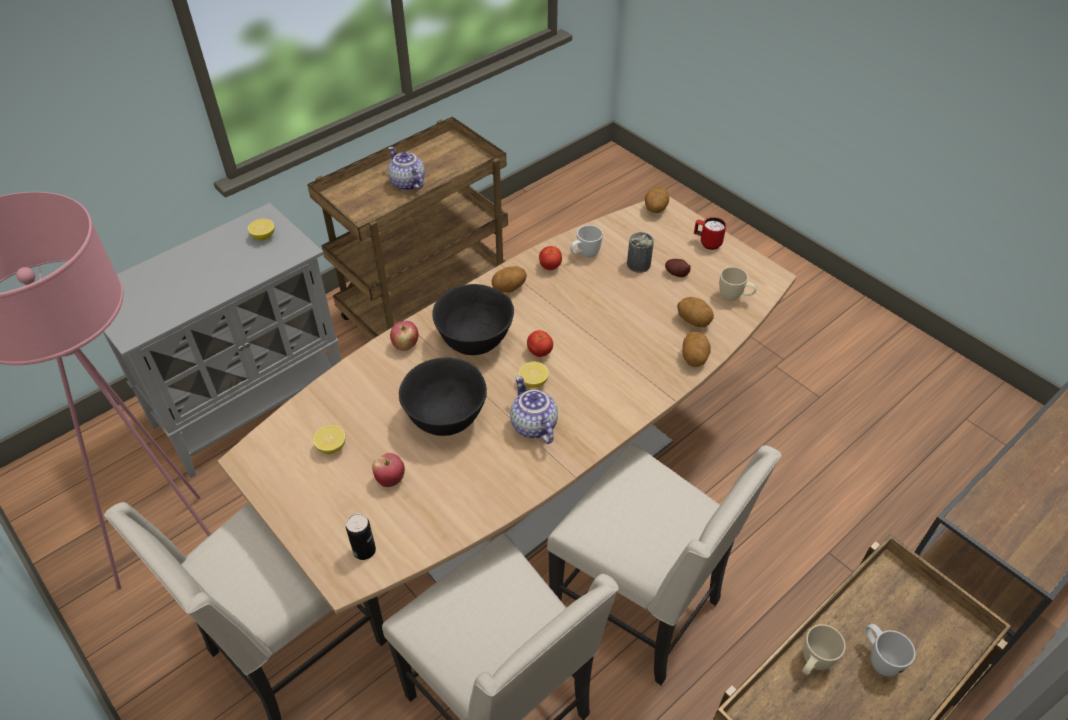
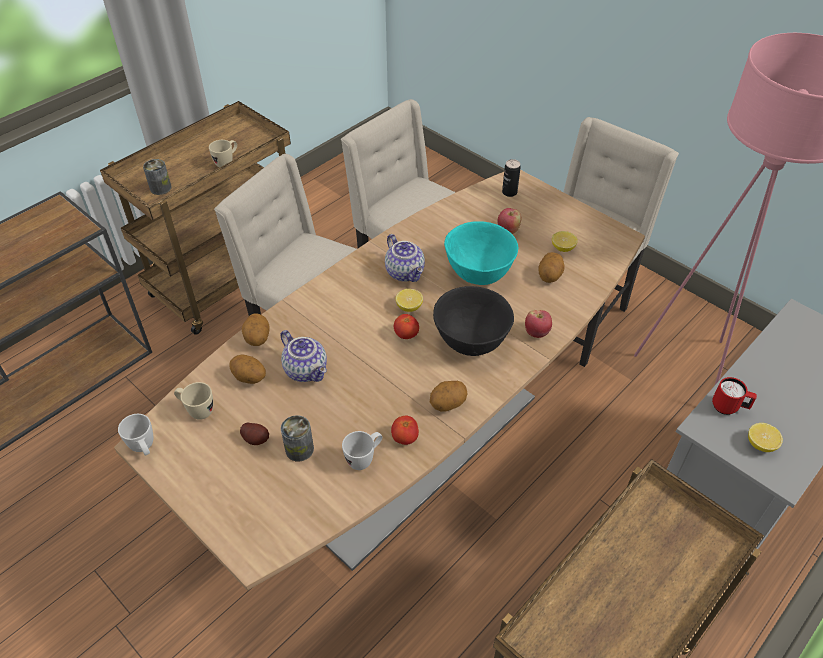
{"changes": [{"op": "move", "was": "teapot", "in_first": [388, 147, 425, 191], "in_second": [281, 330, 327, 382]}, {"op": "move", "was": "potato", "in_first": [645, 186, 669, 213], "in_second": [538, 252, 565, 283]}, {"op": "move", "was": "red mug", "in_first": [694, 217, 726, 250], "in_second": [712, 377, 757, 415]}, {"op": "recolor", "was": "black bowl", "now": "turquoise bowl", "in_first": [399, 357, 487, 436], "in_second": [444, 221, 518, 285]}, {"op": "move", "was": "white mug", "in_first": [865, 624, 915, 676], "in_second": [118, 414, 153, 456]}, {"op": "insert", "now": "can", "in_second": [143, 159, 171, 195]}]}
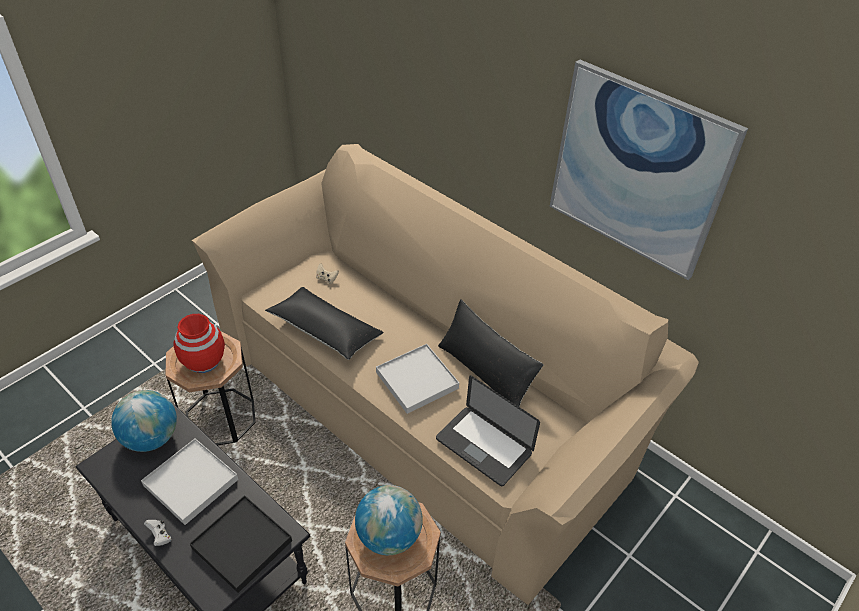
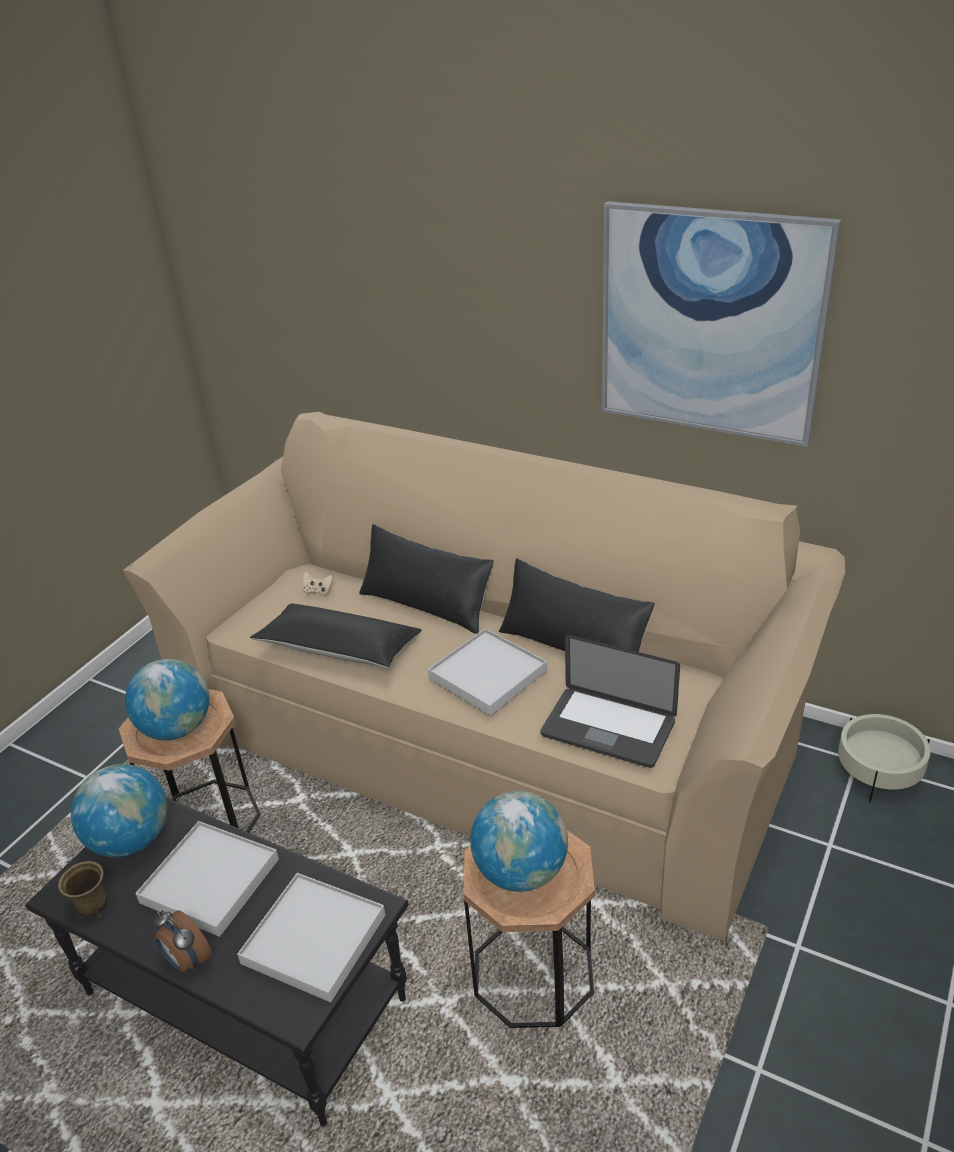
{"changes": [{"op": "replace", "was": "red vase", "now": "globe", "in_first": [174, 314, 225, 373], "in_second": [125, 659, 209, 740]}, {"op": "recolor", "was": "black tray", "now": "white tray", "in_first": [190, 495, 292, 593], "in_second": [237, 873, 386, 1002]}, {"op": "replace", "was": "white game controller", "now": "alarm clock", "in_first": [144, 520, 171, 546], "in_second": [153, 910, 212, 972]}, {"op": "insert", "now": "black pillow", "in_second": [359, 524, 494, 634]}, {"op": "insert", "now": "beige planter", "in_second": [838, 714, 931, 802]}, {"op": "insert", "now": "brown mug", "in_second": [58, 861, 111, 919]}]}
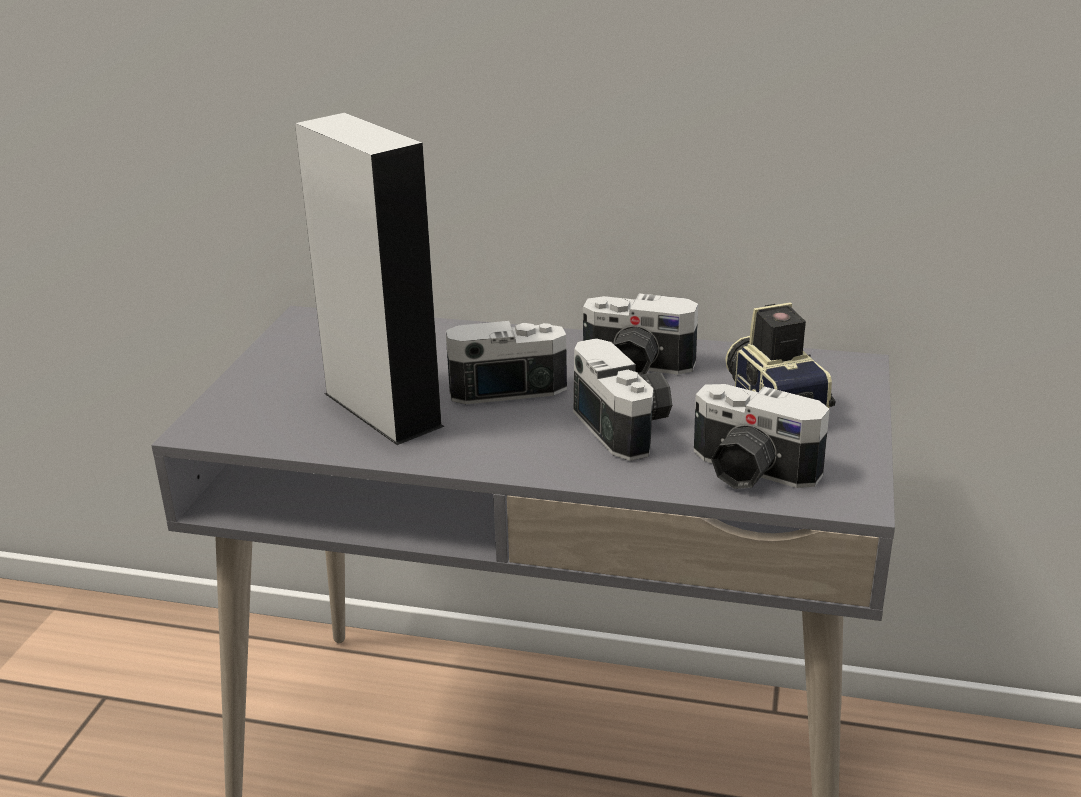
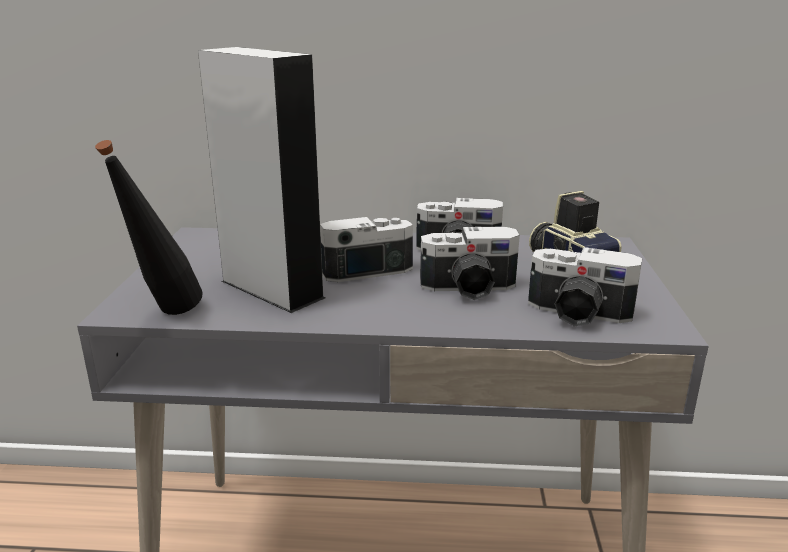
{"changes": [{"op": "rotate", "was": "photo camera", "in_first": [573, 338, 672, 461], "in_second": [420, 227, 520, 300], "clockwise": 120}, {"op": "insert", "now": "black bottle", "in_second": [95, 140, 203, 315]}]}
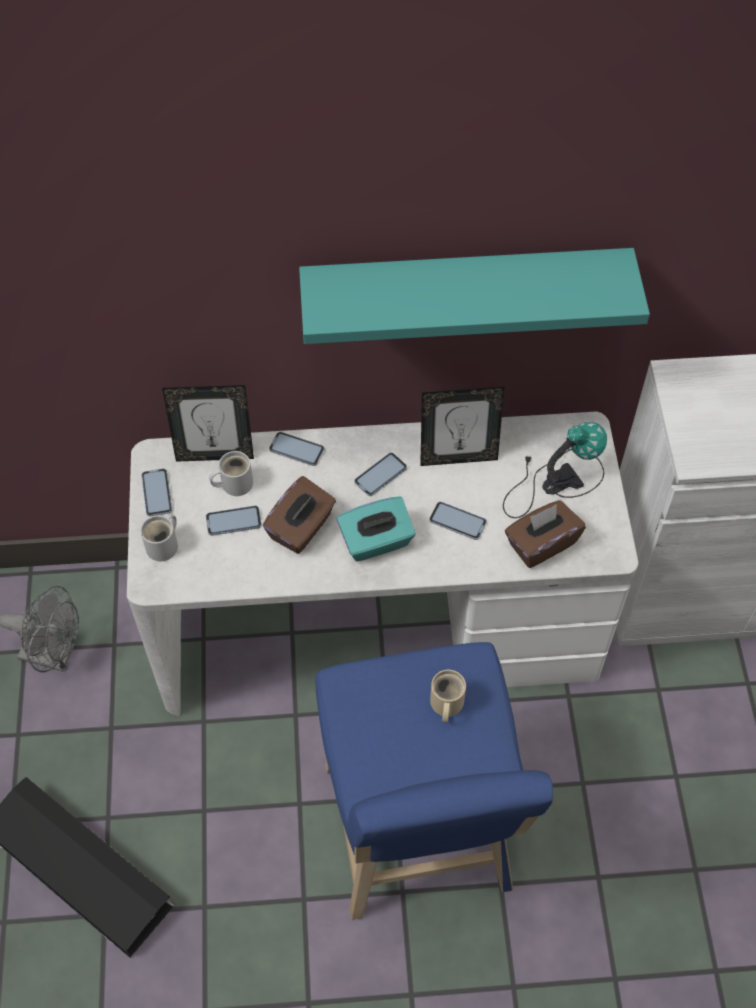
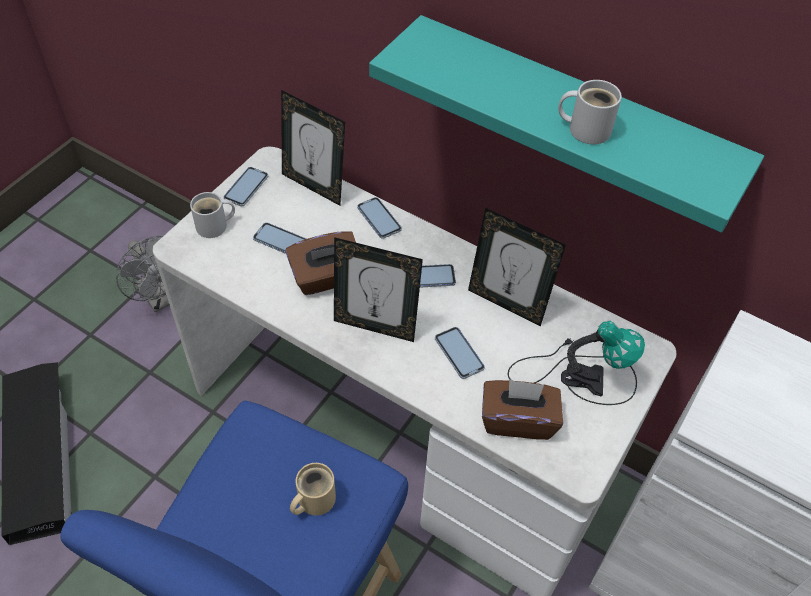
{"changes": [{"op": "move", "was": "white mug", "in_first": [209, 451, 253, 496], "in_second": [558, 80, 622, 144]}, {"op": "replace", "was": "turquoise tissue box", "now": "picture frame", "in_first": [337, 496, 415, 562], "in_second": [334, 237, 423, 342]}]}
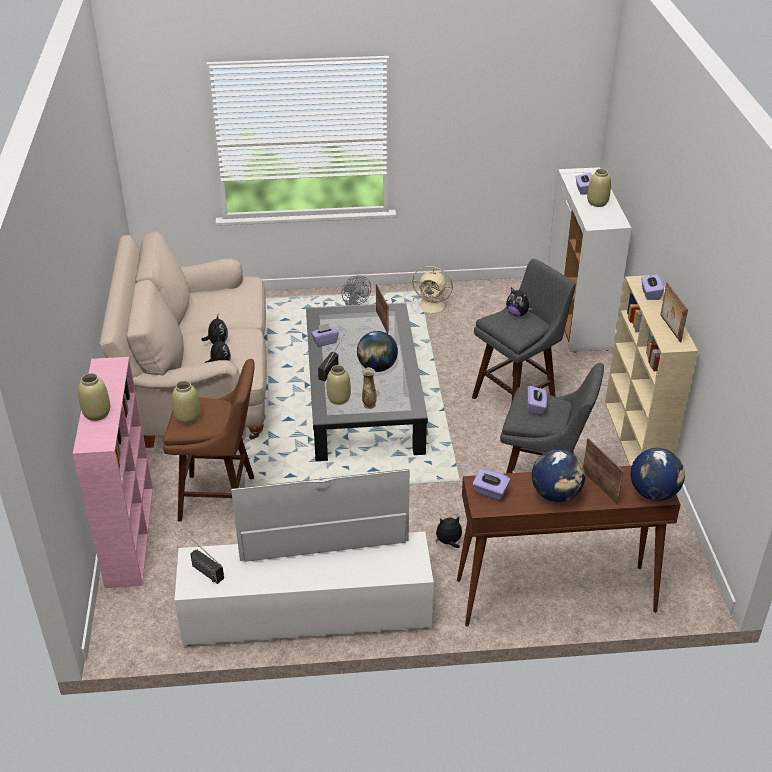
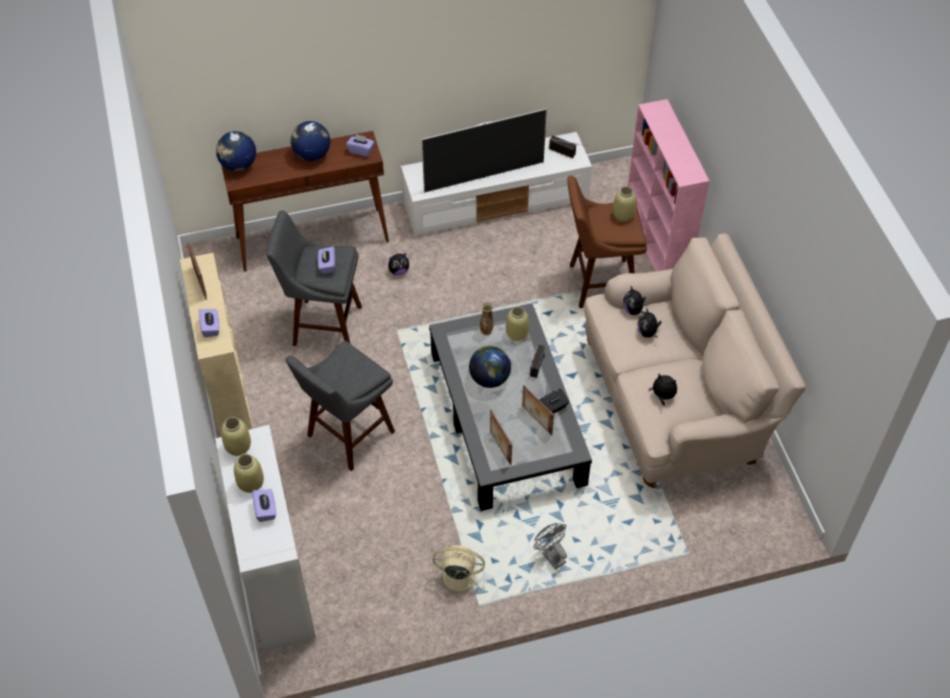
{"changes": [{"op": "move", "was": "plush toy", "in_first": [506, 287, 533, 316], "in_second": [649, 374, 677, 405]}, {"op": "recolor", "was": "purple tissue box", "now": "black tissue box", "in_first": [311, 323, 339, 347], "in_second": [540, 389, 569, 414]}, {"op": "move", "was": "beige vase", "in_first": [78, 373, 110, 421], "in_second": [221, 417, 251, 456]}, {"op": "move", "was": "picture frame", "in_first": [583, 438, 624, 505], "in_second": [522, 385, 554, 435]}]}
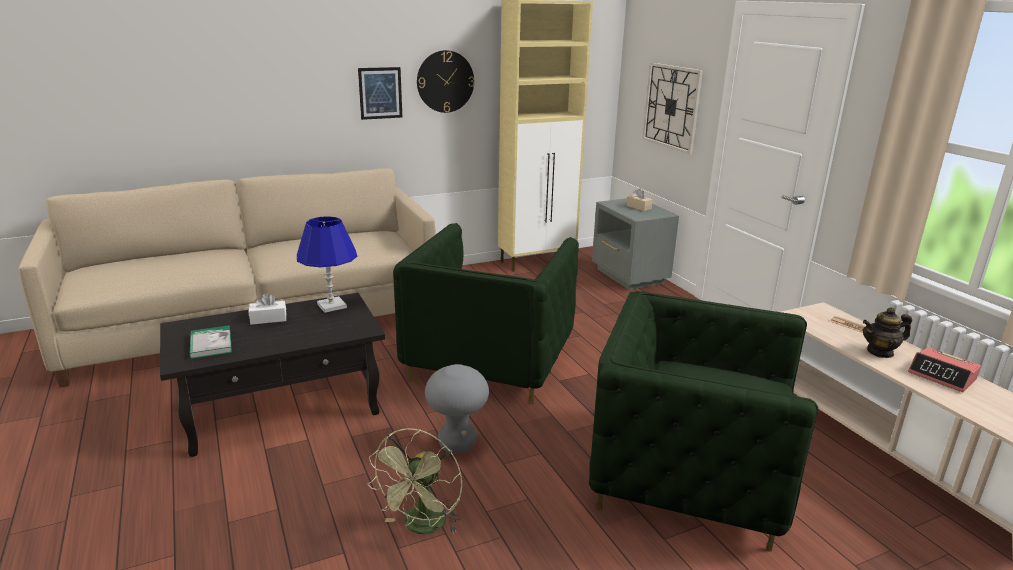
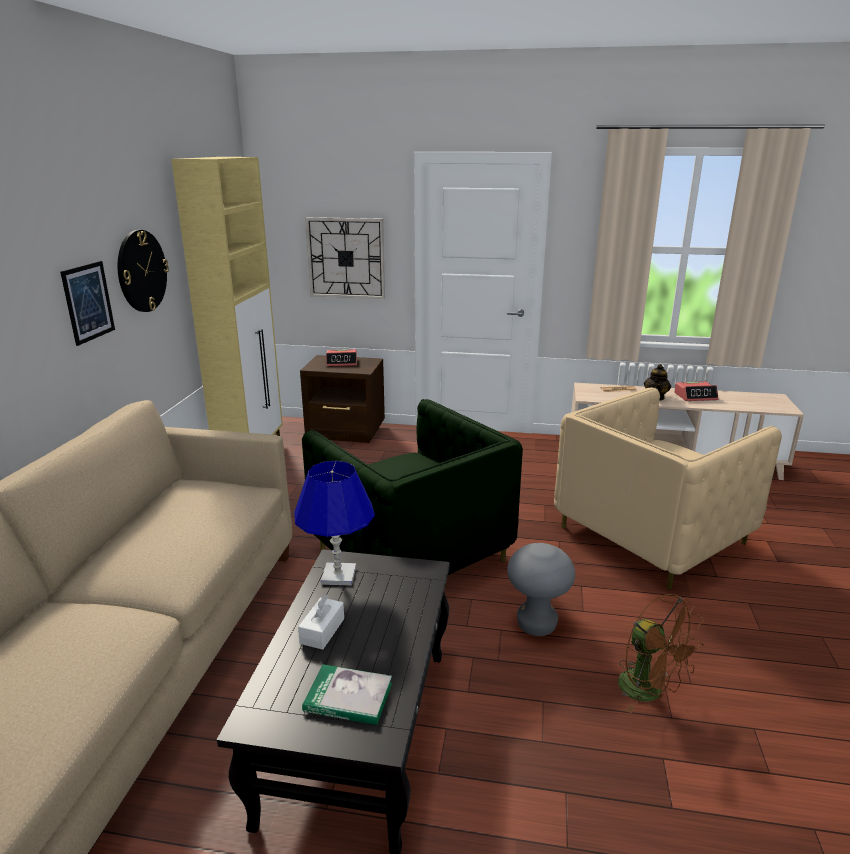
{"changes": [{"op": "replace", "was": "beige tissue box", "now": "alarm clock", "in_first": [626, 188, 653, 211], "in_second": [326, 349, 357, 366]}, {"op": "recolor", "was": "grey nightstand", "now": "brown nightstand", "in_first": [592, 198, 679, 290], "in_second": [300, 355, 385, 443]}, {"op": "recolor", "was": "green armchair", "now": "beige armchair", "in_first": [589, 291, 818, 552], "in_second": [554, 388, 782, 590]}, {"op": "recolor", "was": "green fan", "now": "brown fan", "in_first": [368, 428, 462, 534], "in_second": [618, 594, 704, 714]}]}
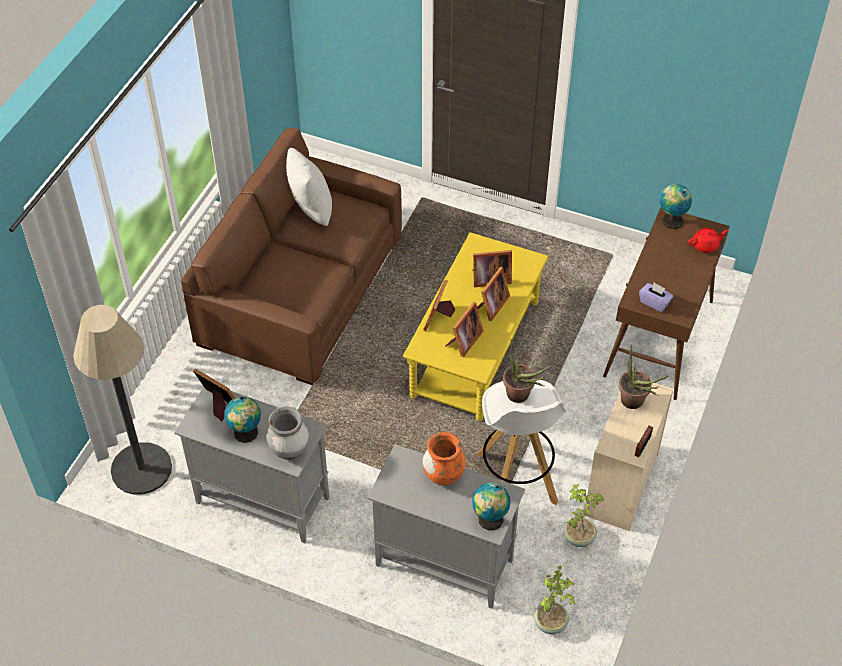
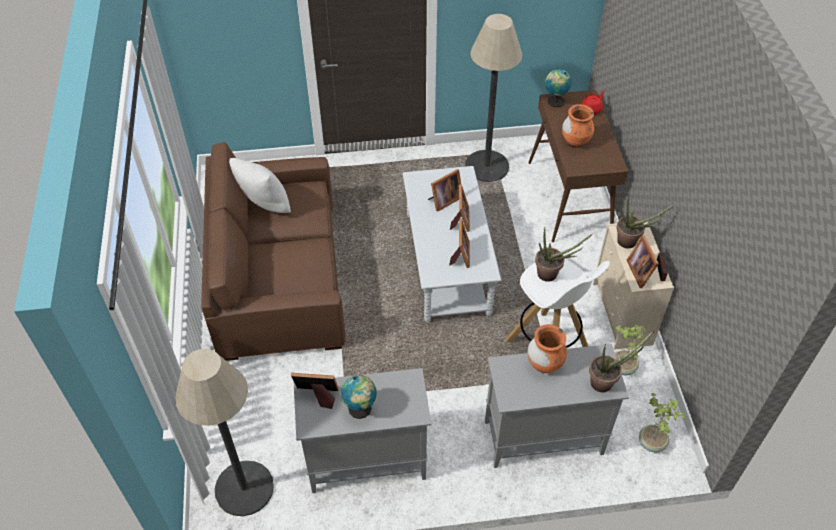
{"changes": [{"op": "recolor", "was": "yellow coffee table", "now": "grey coffee table", "in_first": [403, 232, 548, 421], "in_second": [403, 166, 501, 322]}, {"op": "move", "was": "picture frame", "in_first": [423, 280, 455, 331], "in_second": [627, 236, 659, 288]}, {"op": "delete", "was": "purple tissue box", "in_first": [639, 283, 673, 312]}, {"op": "delete", "was": "grey vase", "in_first": [266, 407, 309, 460]}, {"op": "replace", "was": "globe", "now": "potted plant", "in_first": [472, 483, 510, 530], "in_second": [589, 330, 655, 392]}, {"op": "insert", "now": "floor lamp", "in_second": [465, 14, 522, 182]}, {"op": "insert", "now": "orange vase", "in_second": [562, 104, 594, 148]}]}
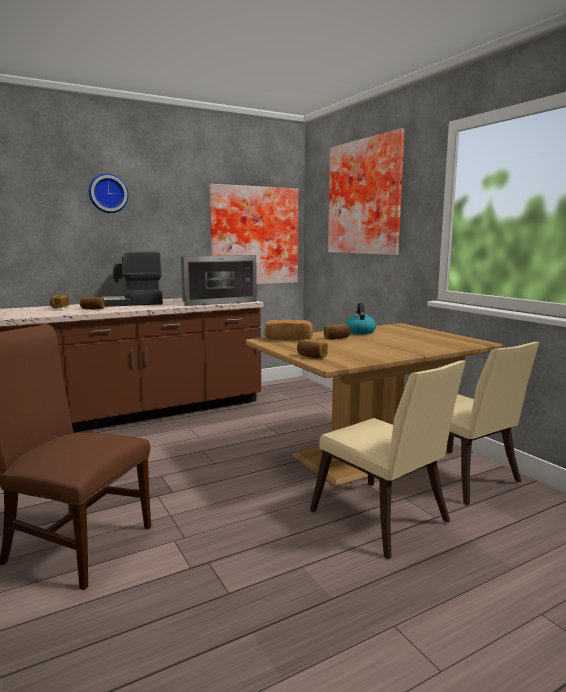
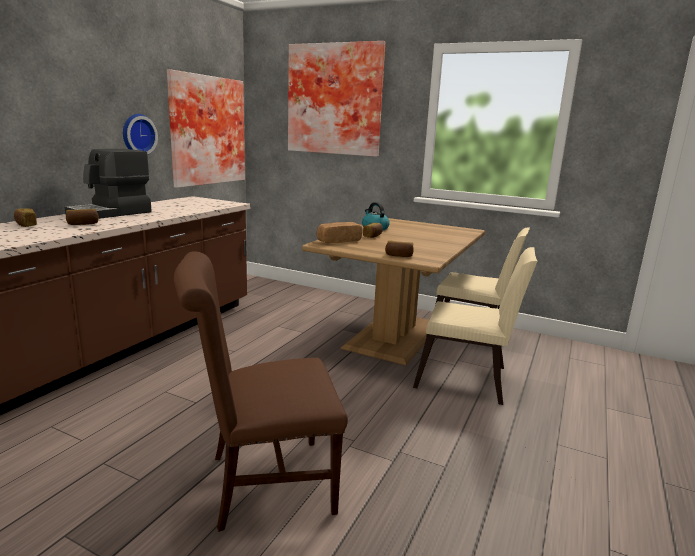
{"changes": [{"op": "move", "was": "wall clock", "in_first": [89, 173, 128, 213], "in_second": [123, 114, 158, 155]}, {"op": "delete", "was": "microwave", "in_first": [181, 255, 257, 306]}]}
